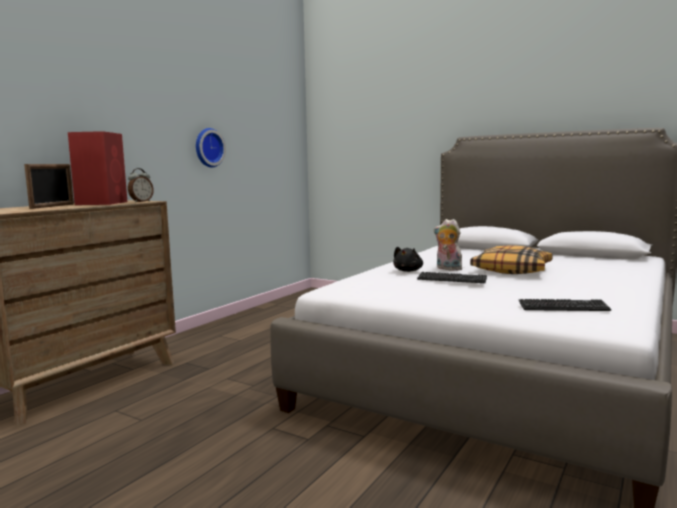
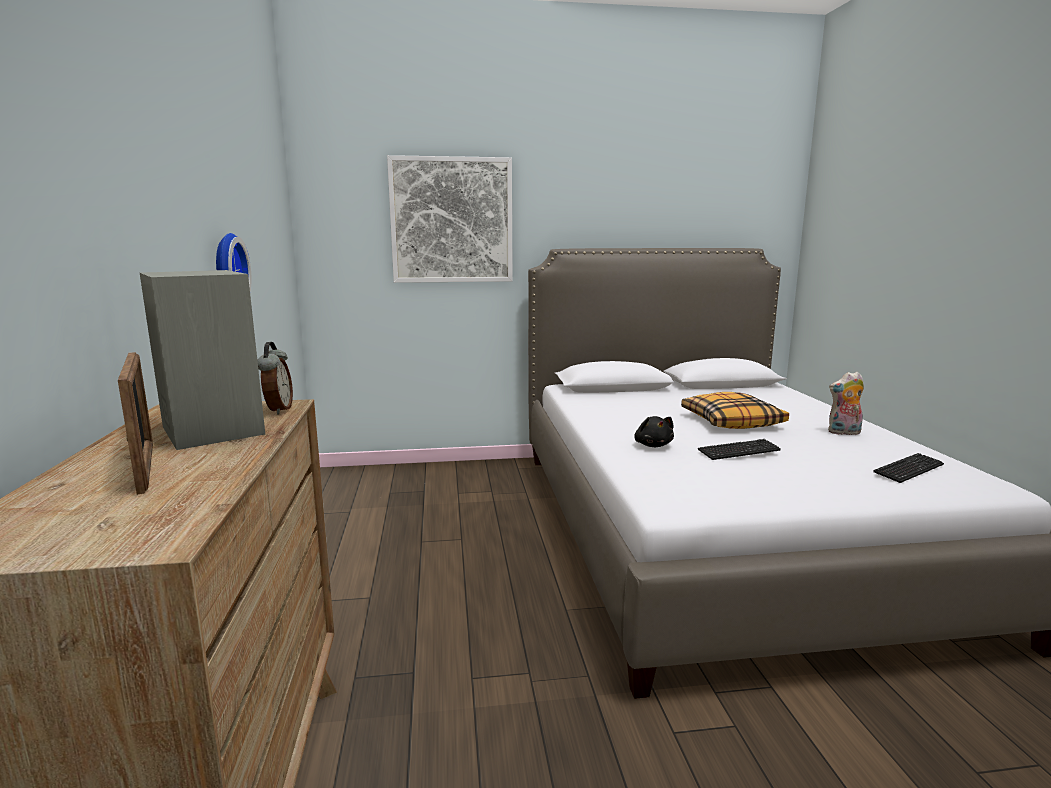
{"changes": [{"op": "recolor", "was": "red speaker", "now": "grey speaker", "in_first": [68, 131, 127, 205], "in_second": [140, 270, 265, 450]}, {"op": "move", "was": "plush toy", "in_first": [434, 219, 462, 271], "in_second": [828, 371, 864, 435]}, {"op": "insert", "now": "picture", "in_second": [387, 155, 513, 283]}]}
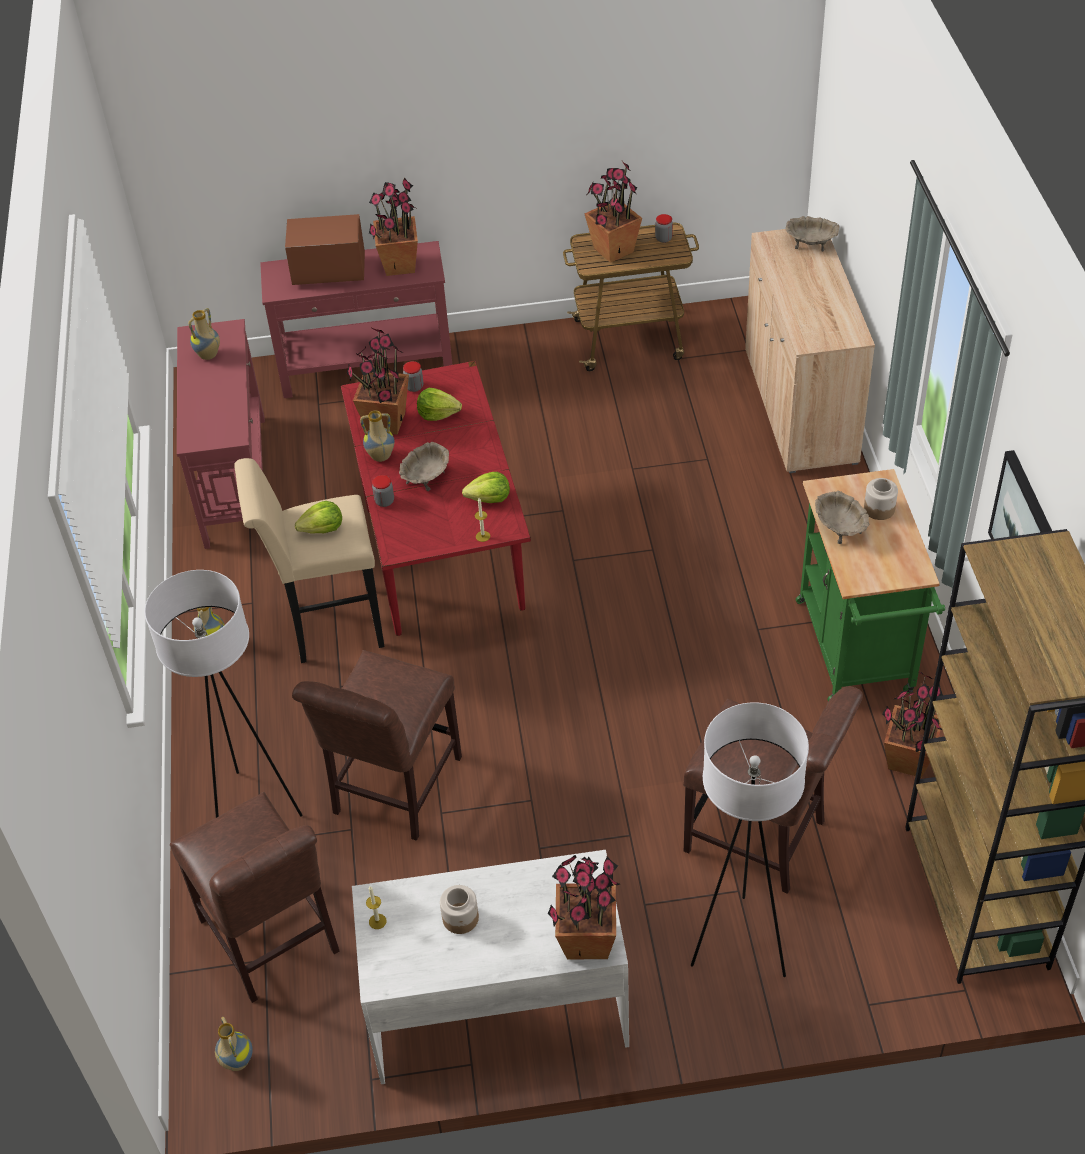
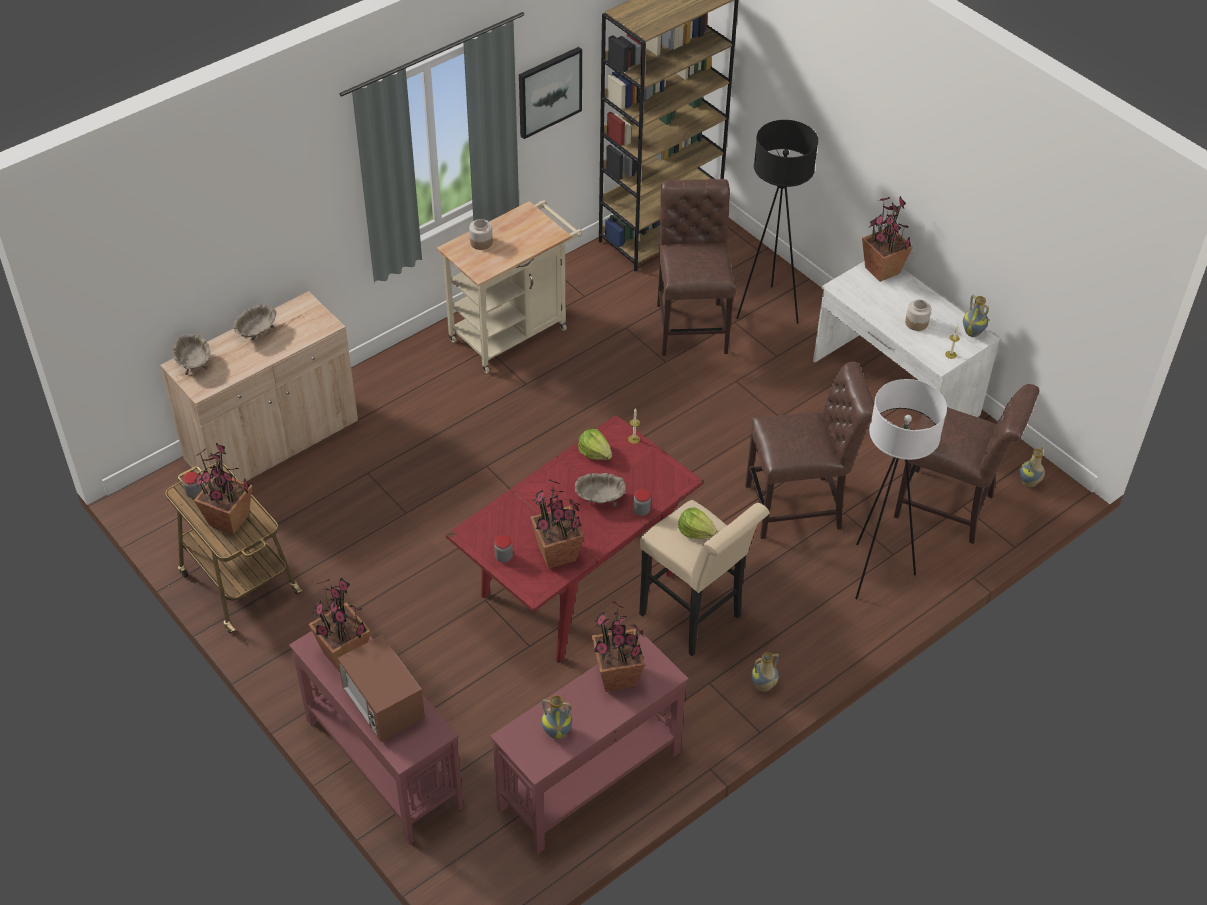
{"changes": [{"op": "delete", "was": "lettuce", "in_first": [417, 388, 462, 421]}, {"op": "move", "was": "vase", "in_first": [360, 410, 395, 462], "in_second": [963, 295, 989, 337]}, {"op": "recolor", "was": "green cart", "now": "beige cart", "in_first": [796, 469, 945, 701], "in_second": [437, 200, 582, 373]}, {"op": "move", "was": "beige bowl", "in_first": [815, 491, 869, 544], "in_second": [233, 304, 276, 340]}, {"op": "move", "was": "potted plant", "in_first": [882, 672, 943, 778], "in_second": [592, 601, 645, 692]}, {"op": "recolor", "was": "white floor lamp", "now": "black floor lamp", "in_first": [691, 702, 809, 977], "in_second": [736, 120, 818, 324]}, {"op": "rotate", "was": "brown chair", "in_first": [170, 792, 339, 1003], "in_second": [894, 384, 1039, 544], "clockwise": 90}]}
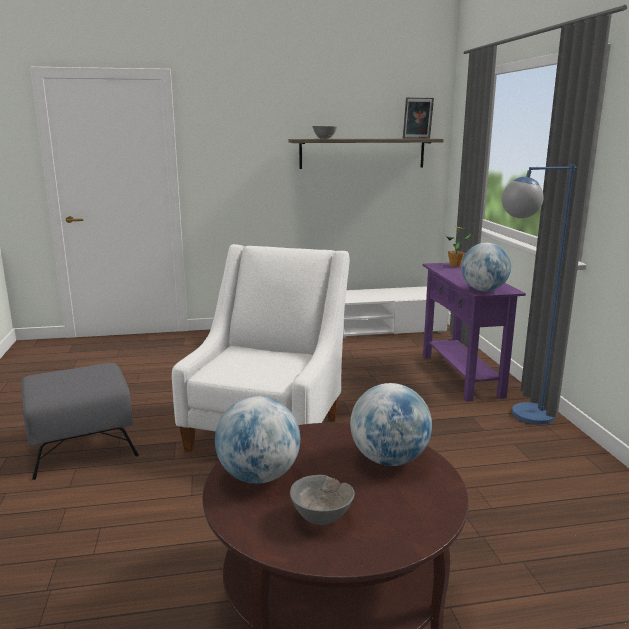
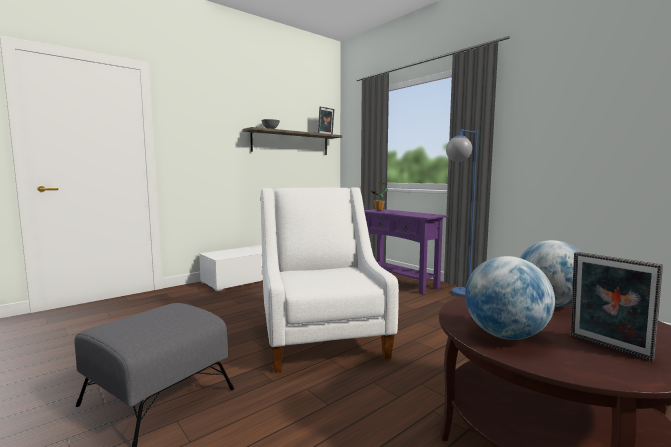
{"changes": [{"op": "delete", "was": "globe", "in_first": [461, 243, 511, 291]}, {"op": "replace", "was": "grey bowl", "now": "picture frame", "in_first": [290, 475, 355, 525], "in_second": [571, 252, 663, 361]}]}
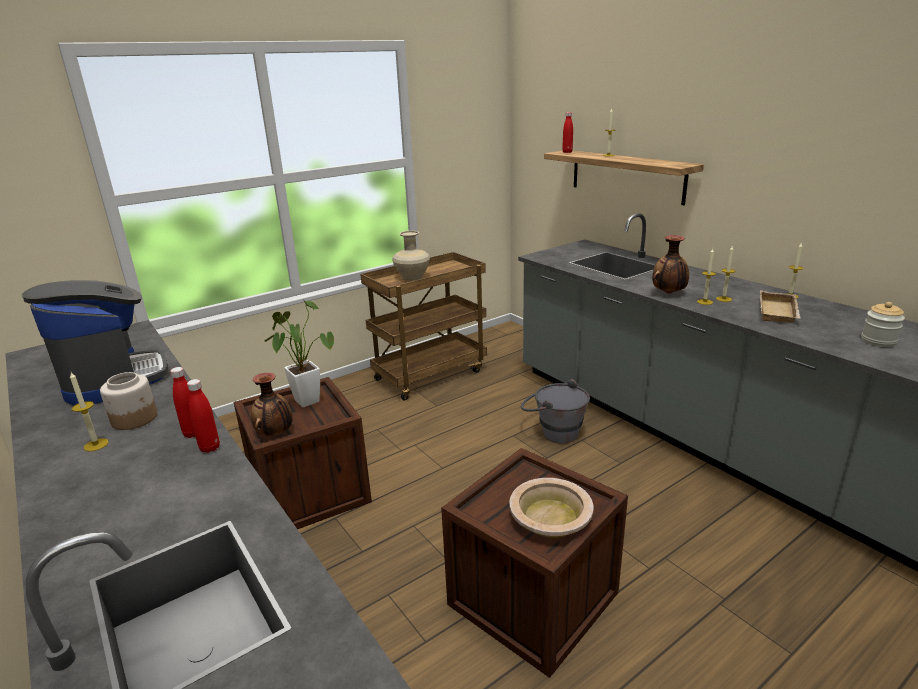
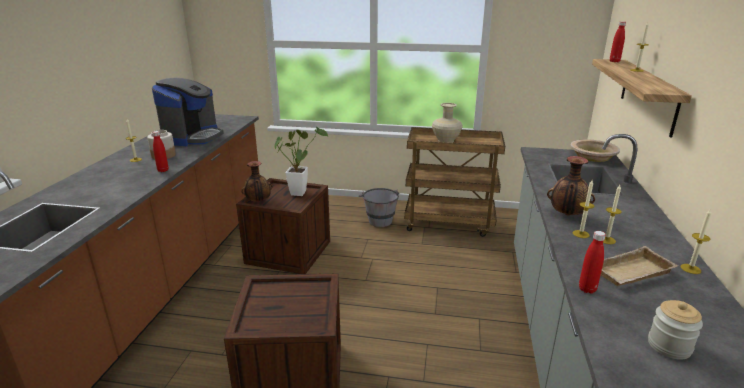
{"changes": [{"op": "move", "was": "red bottle", "in_first": [187, 379, 220, 453], "in_second": [579, 231, 606, 294]}, {"op": "move", "was": "grey bucket", "in_first": [521, 379, 590, 444], "in_second": [359, 188, 399, 227]}, {"op": "move", "was": "beige bowl", "in_first": [509, 478, 594, 538], "in_second": [570, 139, 620, 162]}]}
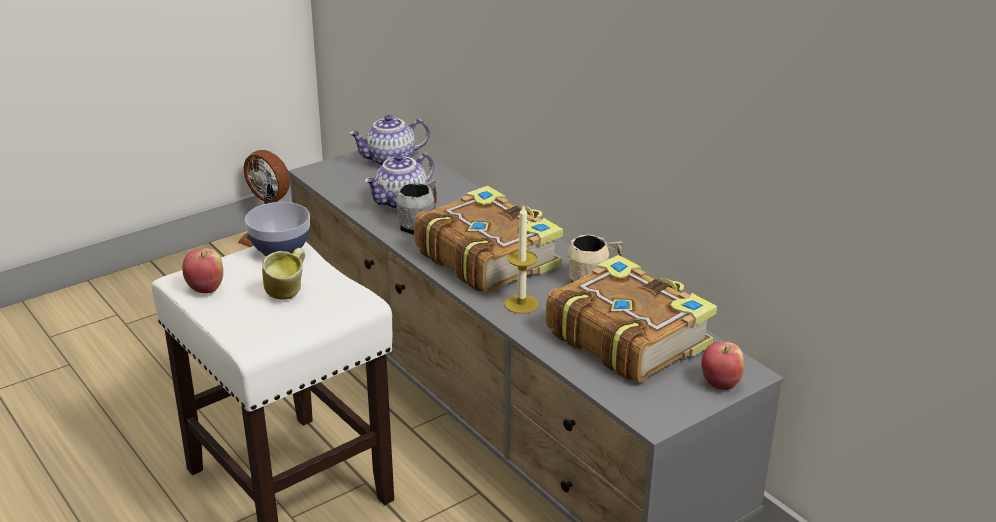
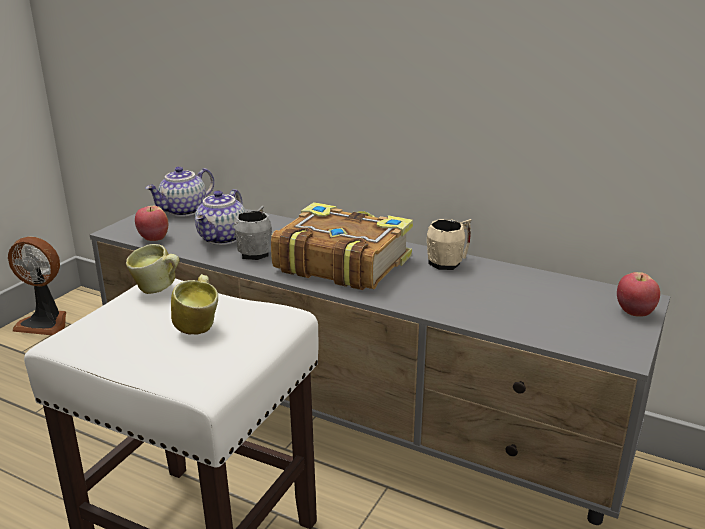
{"changes": [{"op": "replace", "was": "bowl", "now": "mug", "in_first": [245, 202, 310, 256], "in_second": [126, 244, 180, 294]}, {"op": "delete", "was": "candle", "in_first": [504, 204, 539, 314]}, {"op": "move", "was": "apple", "in_first": [182, 248, 223, 294], "in_second": [135, 206, 168, 241]}, {"op": "delete", "was": "book", "in_first": [546, 255, 717, 382]}]}
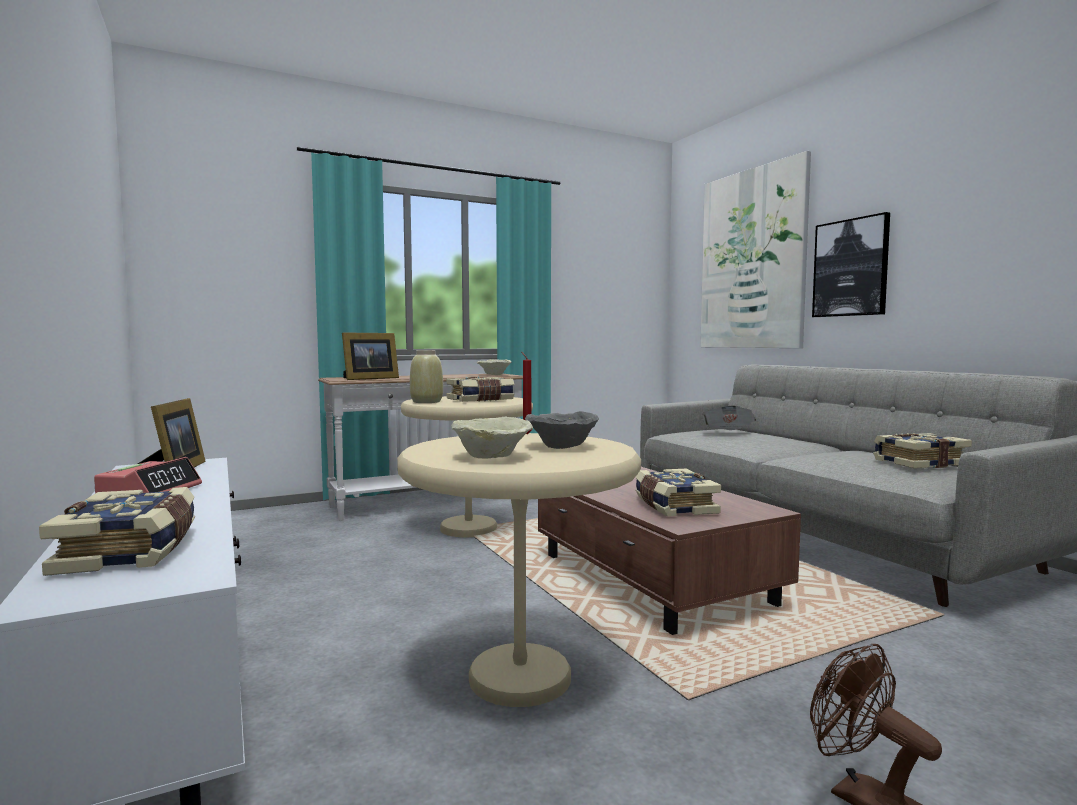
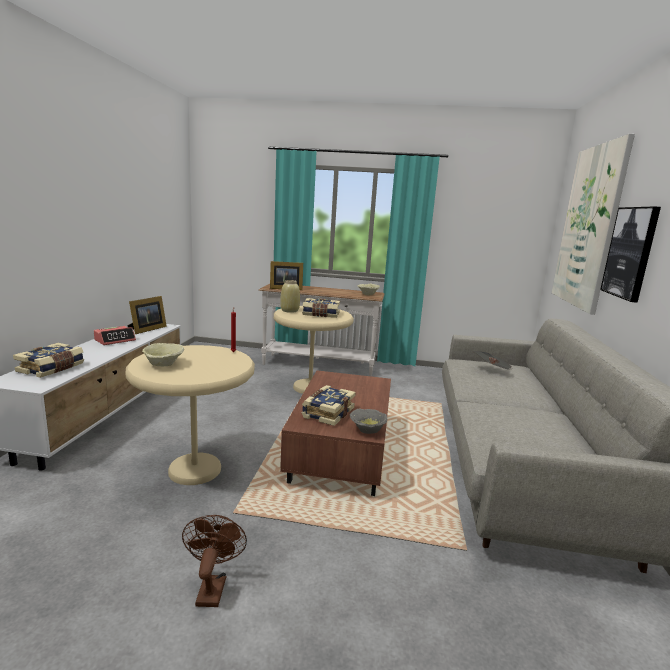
{"changes": [{"op": "move", "was": "grey bowl", "in_first": [525, 411, 599, 449], "in_second": [350, 408, 387, 434]}, {"op": "delete", "was": "book", "in_first": [873, 433, 972, 468]}]}
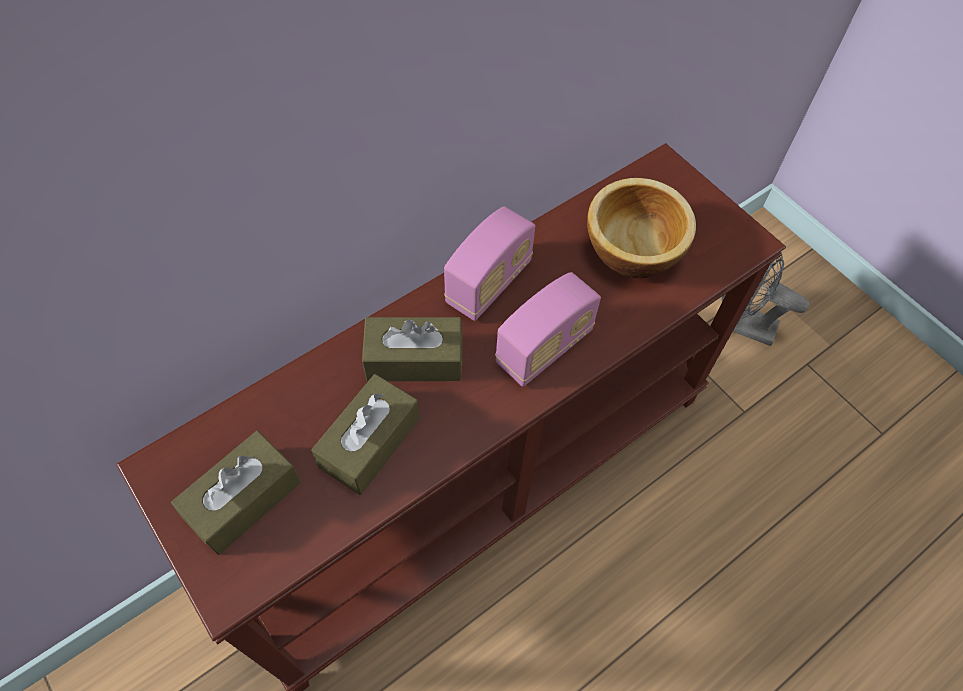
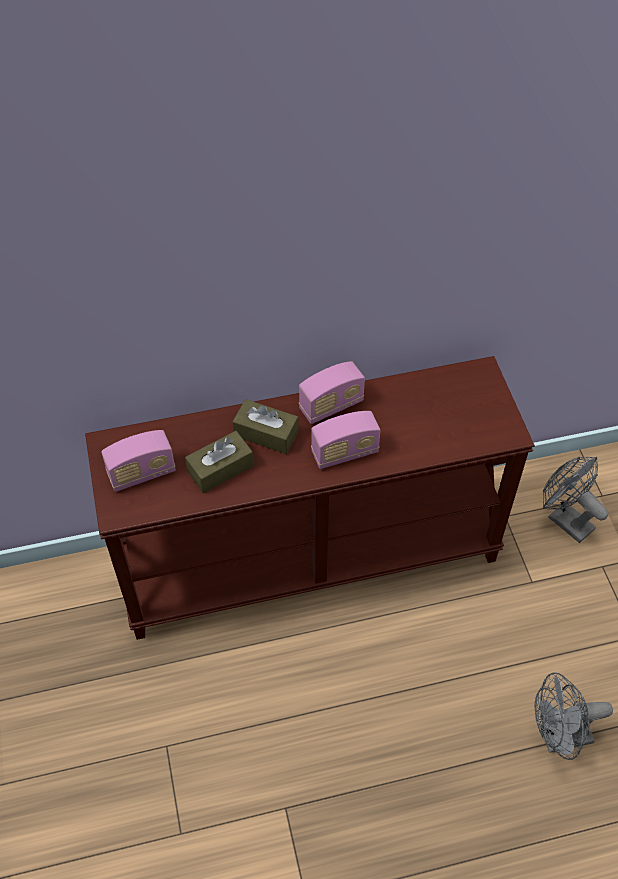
{"changes": [{"op": "delete", "was": "bowl", "in_first": [587, 178, 696, 278]}, {"op": "replace", "was": "brown tissue box", "now": "radio", "in_first": [171, 431, 301, 555], "in_second": [101, 430, 176, 492]}, {"op": "insert", "now": "grey fan", "in_second": [534, 672, 613, 760]}]}
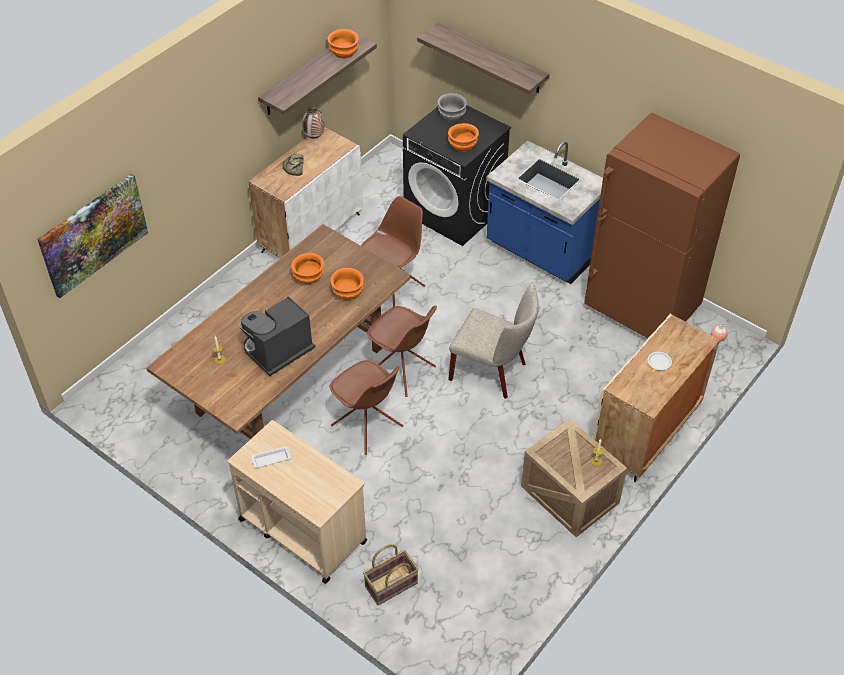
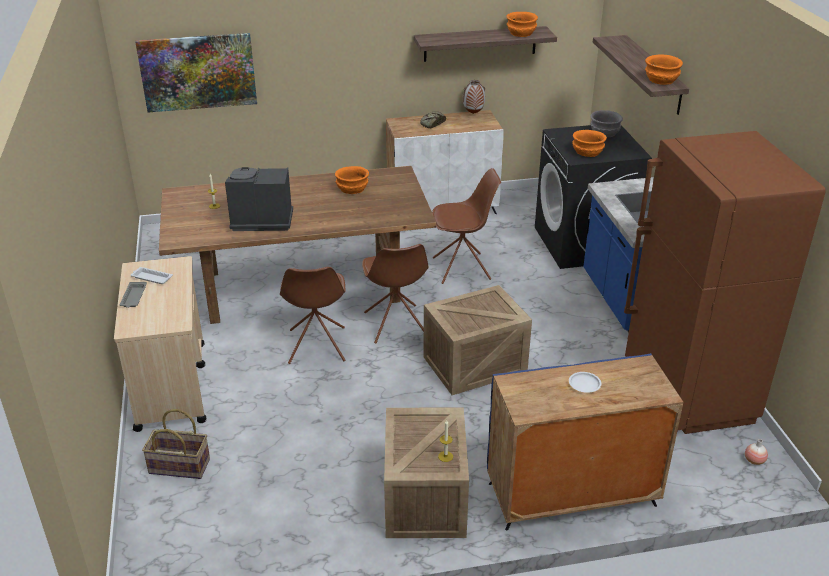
{"changes": [{"op": "move", "was": "orange bowl", "in_first": [330, 268, 364, 300], "in_second": [645, 54, 683, 85]}, {"op": "replace", "was": "beige chair", "now": "crate", "in_first": [448, 282, 539, 399], "in_second": [423, 285, 532, 395]}, {"op": "recolor", "was": "beige cabinet", "now": "blue cabinet", "in_first": [593, 314, 720, 482], "in_second": [487, 354, 683, 531]}, {"op": "insert", "now": "grey tray", "in_second": [120, 282, 147, 308]}]}
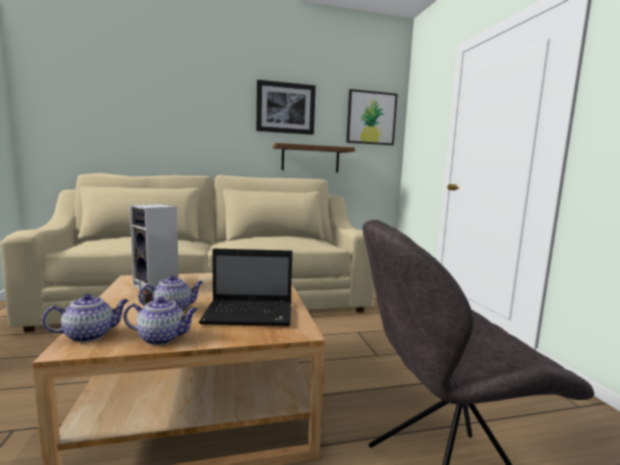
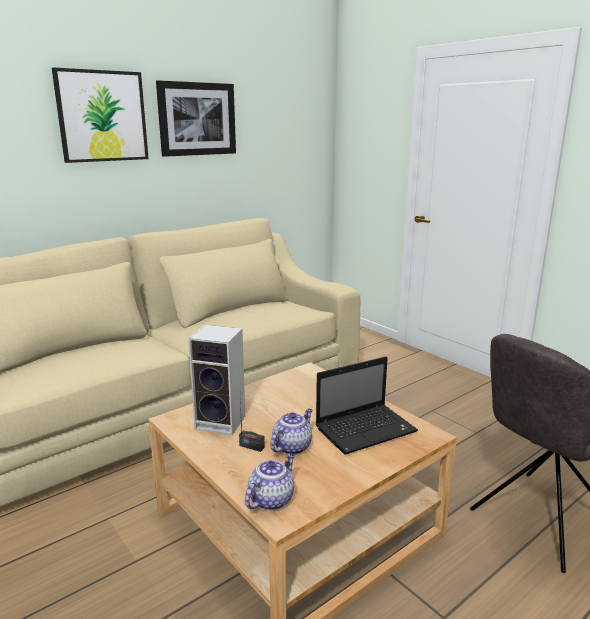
{"changes": [{"op": "move", "was": "picture", "in_first": [346, 89, 398, 145], "in_second": [52, 67, 149, 163]}, {"op": "delete", "was": "brown shelf", "in_first": [273, 143, 355, 173]}, {"op": "delete", "was": "teapot", "in_first": [124, 297, 198, 345]}]}
